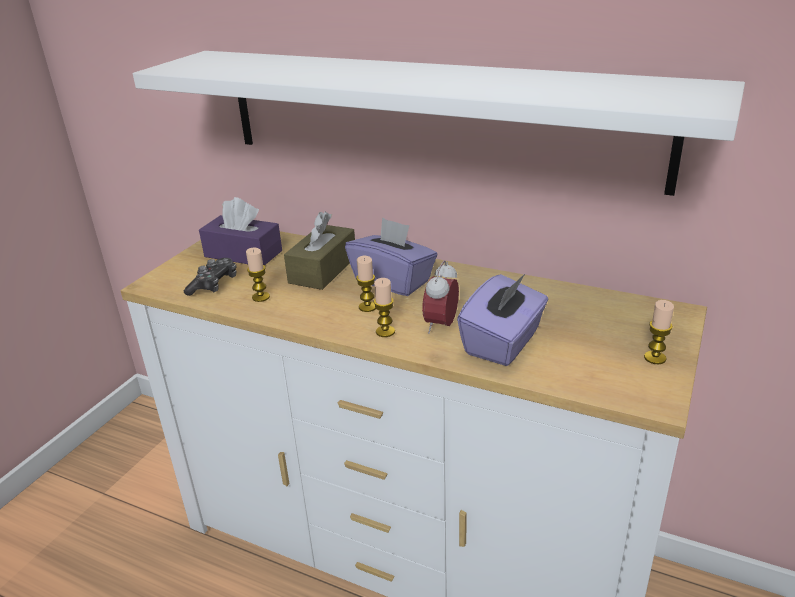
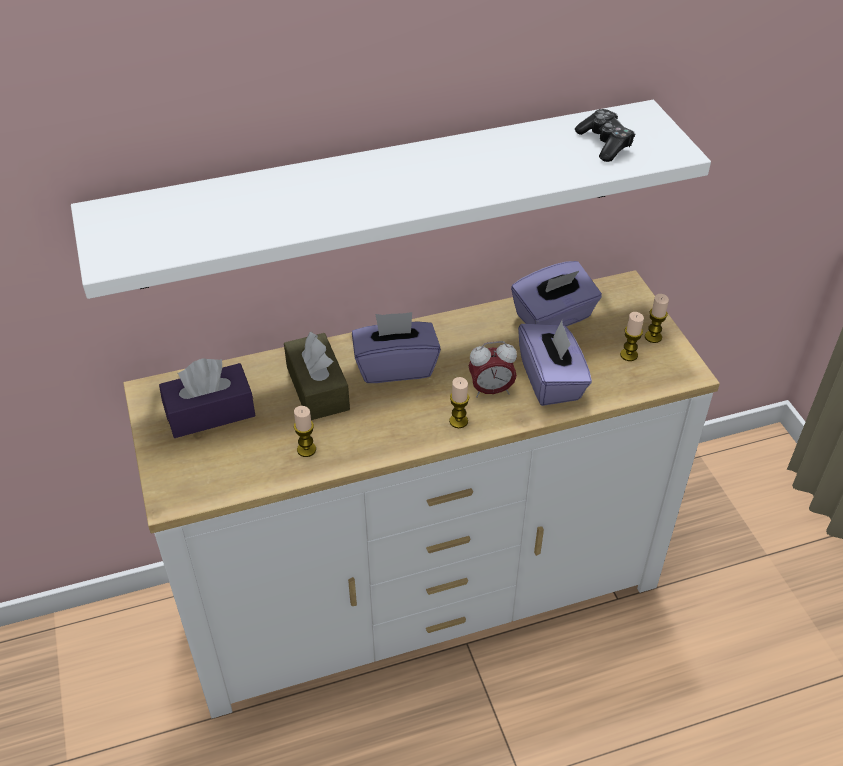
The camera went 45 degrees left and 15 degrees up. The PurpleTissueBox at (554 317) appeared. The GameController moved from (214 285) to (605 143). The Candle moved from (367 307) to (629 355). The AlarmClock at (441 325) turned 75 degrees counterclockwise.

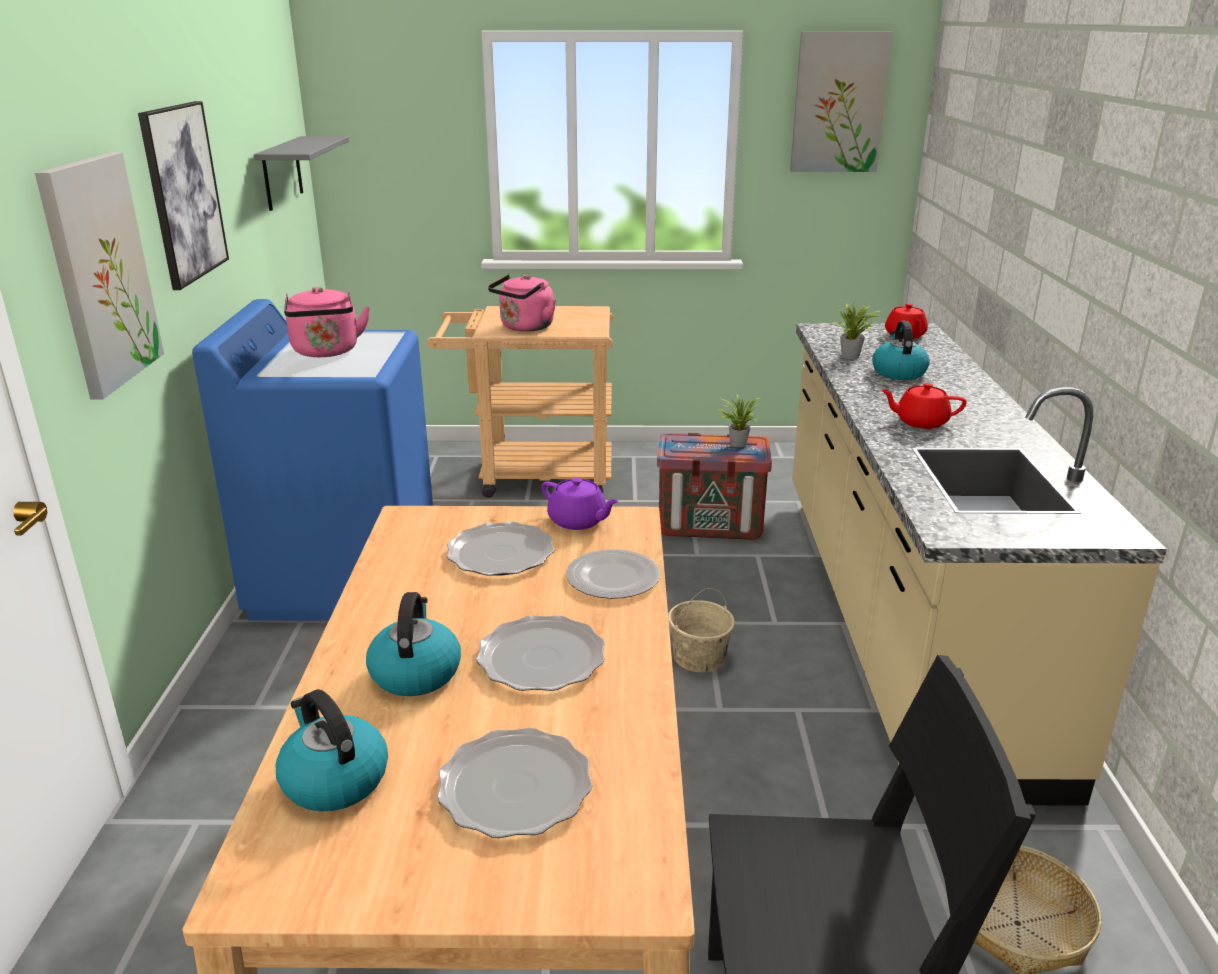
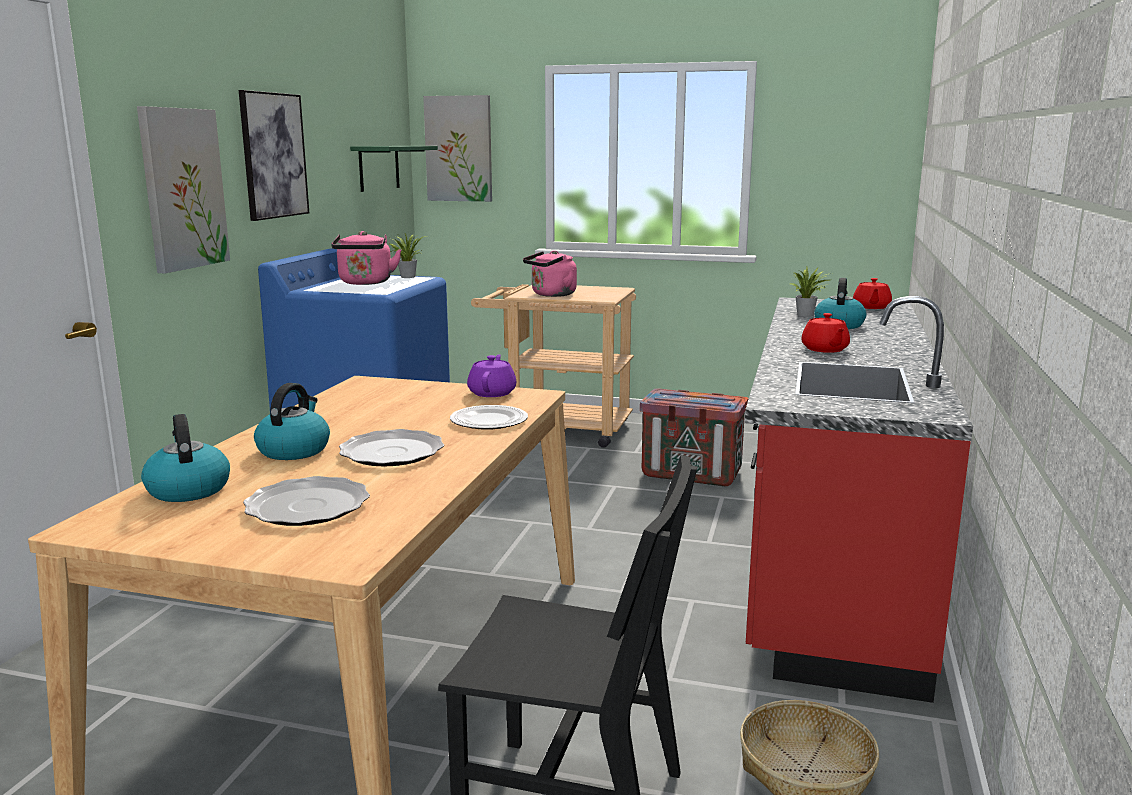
The camera went 15 degrees right and 10 degrees down. The Plate at (500 554) disappeared. The BeigeBucket at (699 657) disappeared. The PottedPlant moved from (736 443) to (407 276). The Picture moved from (838 103) to (459 149). The GreyShelf at (282 173) became the GreenShelf at (379 167). The BeigeCounter at (899 616) became the RedCounter at (829 551). The PurpleTeapot at (578 521) turned 135 degrees counterclockwise. The RedTeapot at (920 422) turned 120 degrees counterclockwise.

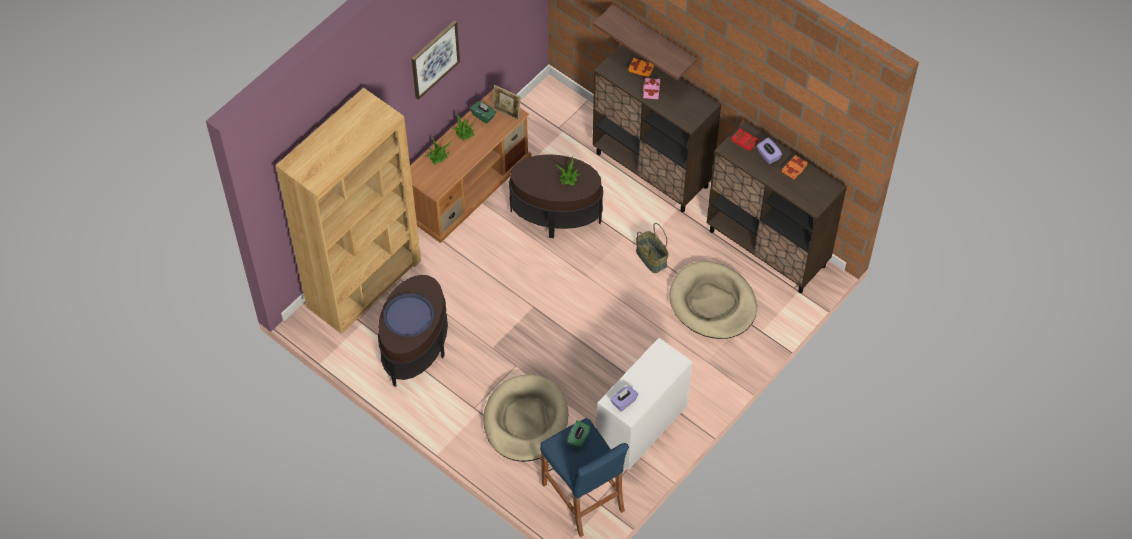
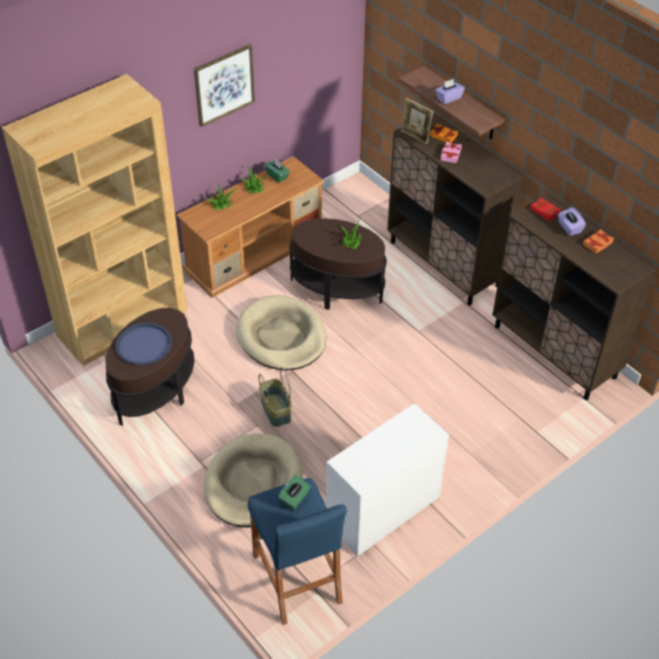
The camera went 10 degrees right and 10 degrees down. The PictureFrame moved from (506 113) to (415 137). The PurpleTissueBox moved from (623 402) to (448 98). The Basket moved from (652 258) to (276 410). The BeigeDogBed moved from (712 303) to (281 336).

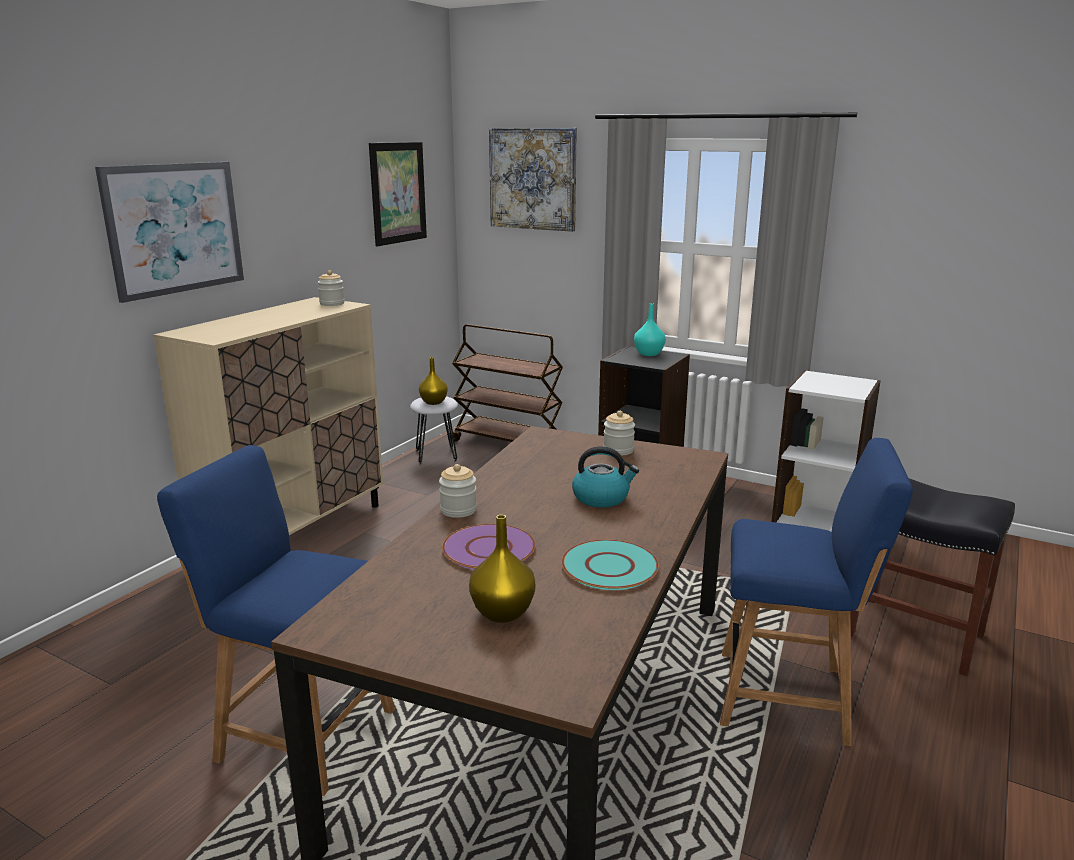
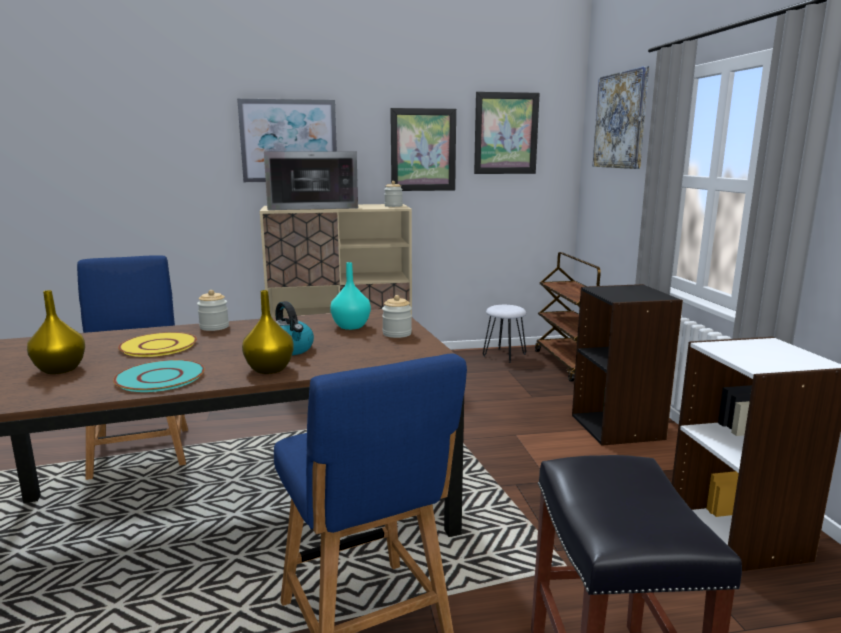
The camera went 50 degrees right and 5 degrees down. The Microwave at (312 207) appeared. The Picture at (423 150) appeared. The YellowVase moved from (433 402) to (268 369). The TurquoiseVase moved from (649 354) to (352 326). The PurplePlate at (489 549) became the YellowPlate at (159 346).

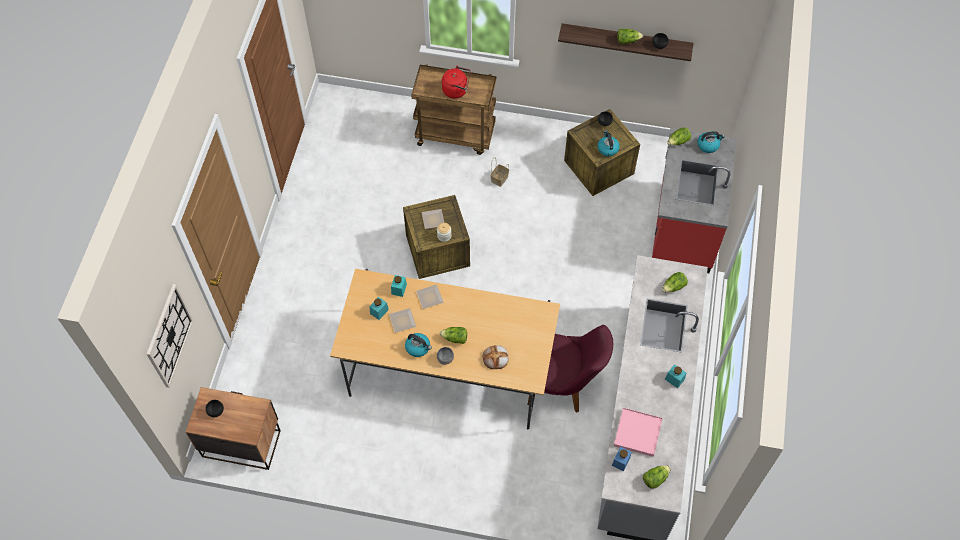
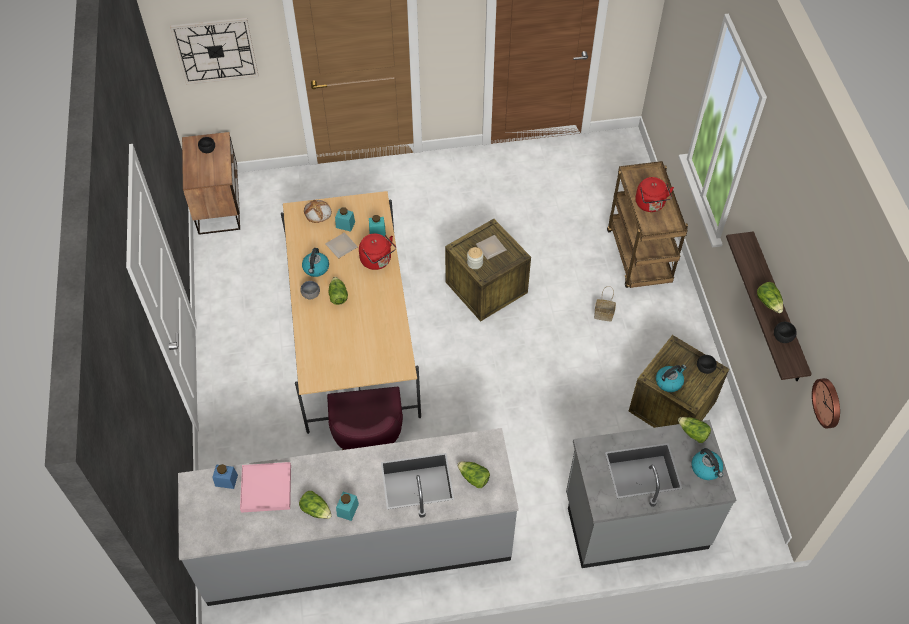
The camera went 70 degrees right and 5 degrees down. The WallClock at (828 402) appeared. The Bread moved from (496 358) to (317 213). The Lettuce moved from (655 478) to (316 509). The Plate at (430 298) was replaced by the RedKettle at (377 261). The RedCounter at (683 226) became the GreyCounter at (635 521).

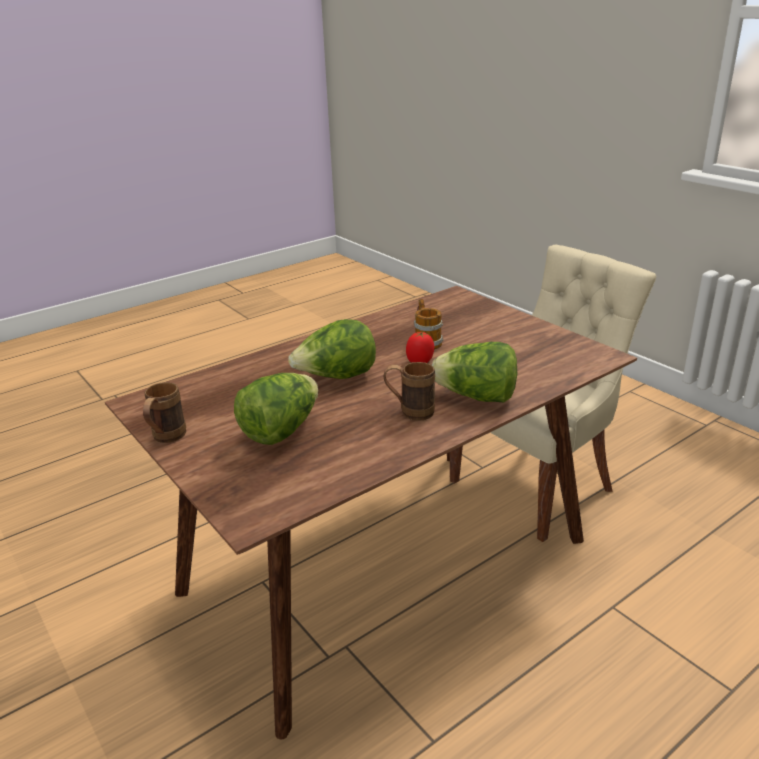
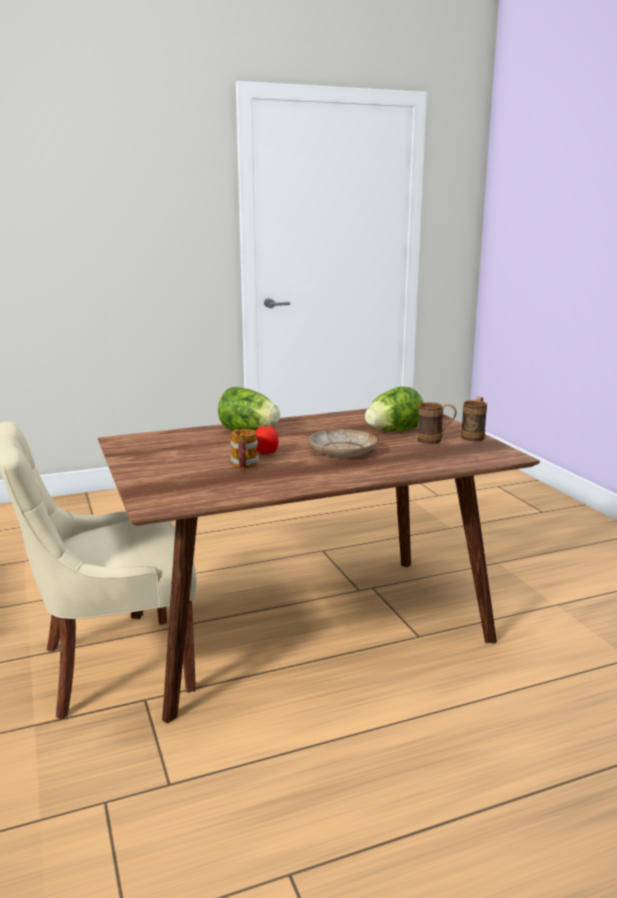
The camera went 165 degrees left and 10 degrees down. The BrownMug moved from (409 412) to (435 441). The Lettuce at (337 378) was replaced by the BeigePlate at (342 451).

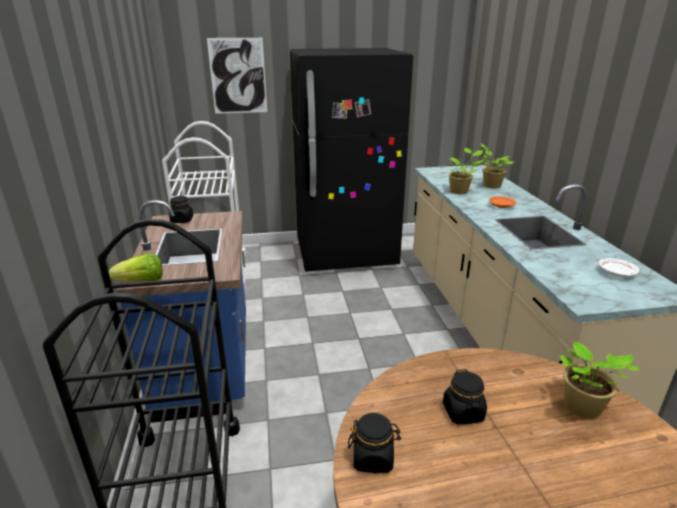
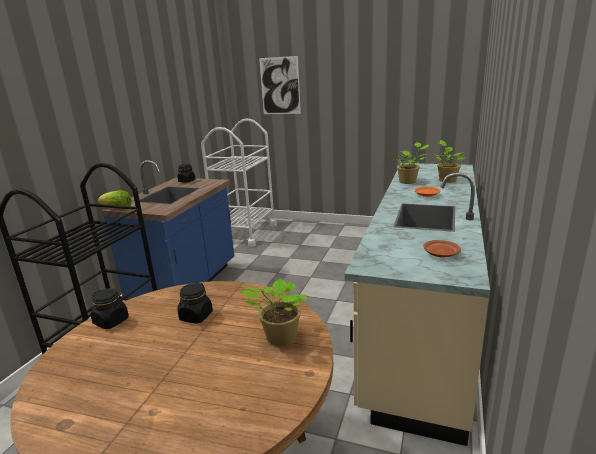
The camera went 30 degrees right and 5 degrees down. The BlackFridge at (346 255) disappeared. The WhitePlate at (616 273) became the BrownPlate at (440 254).

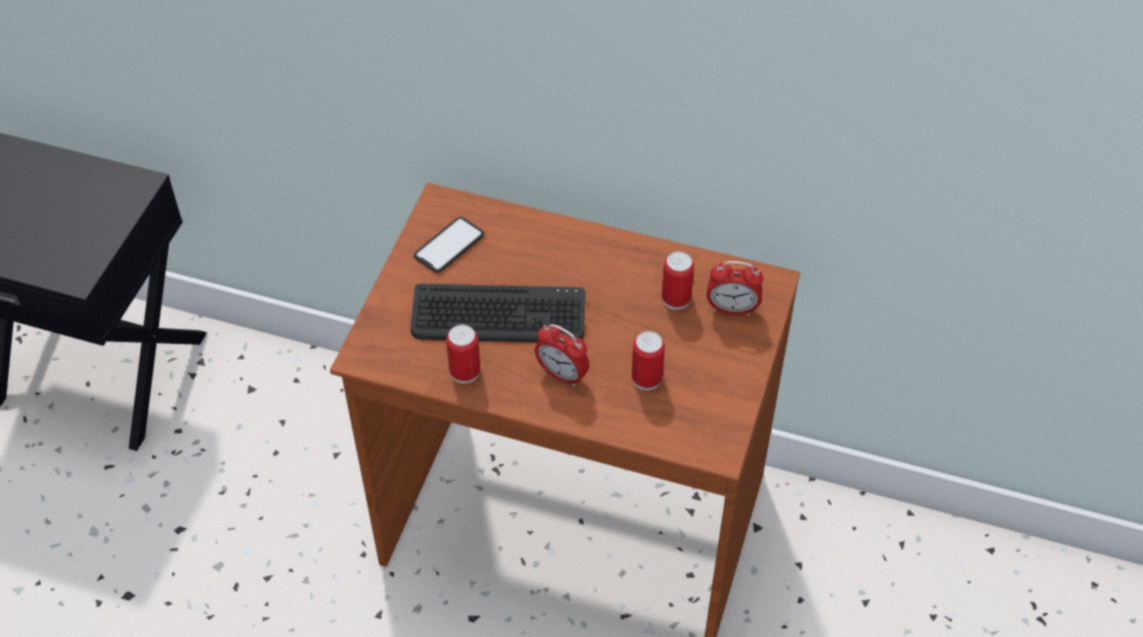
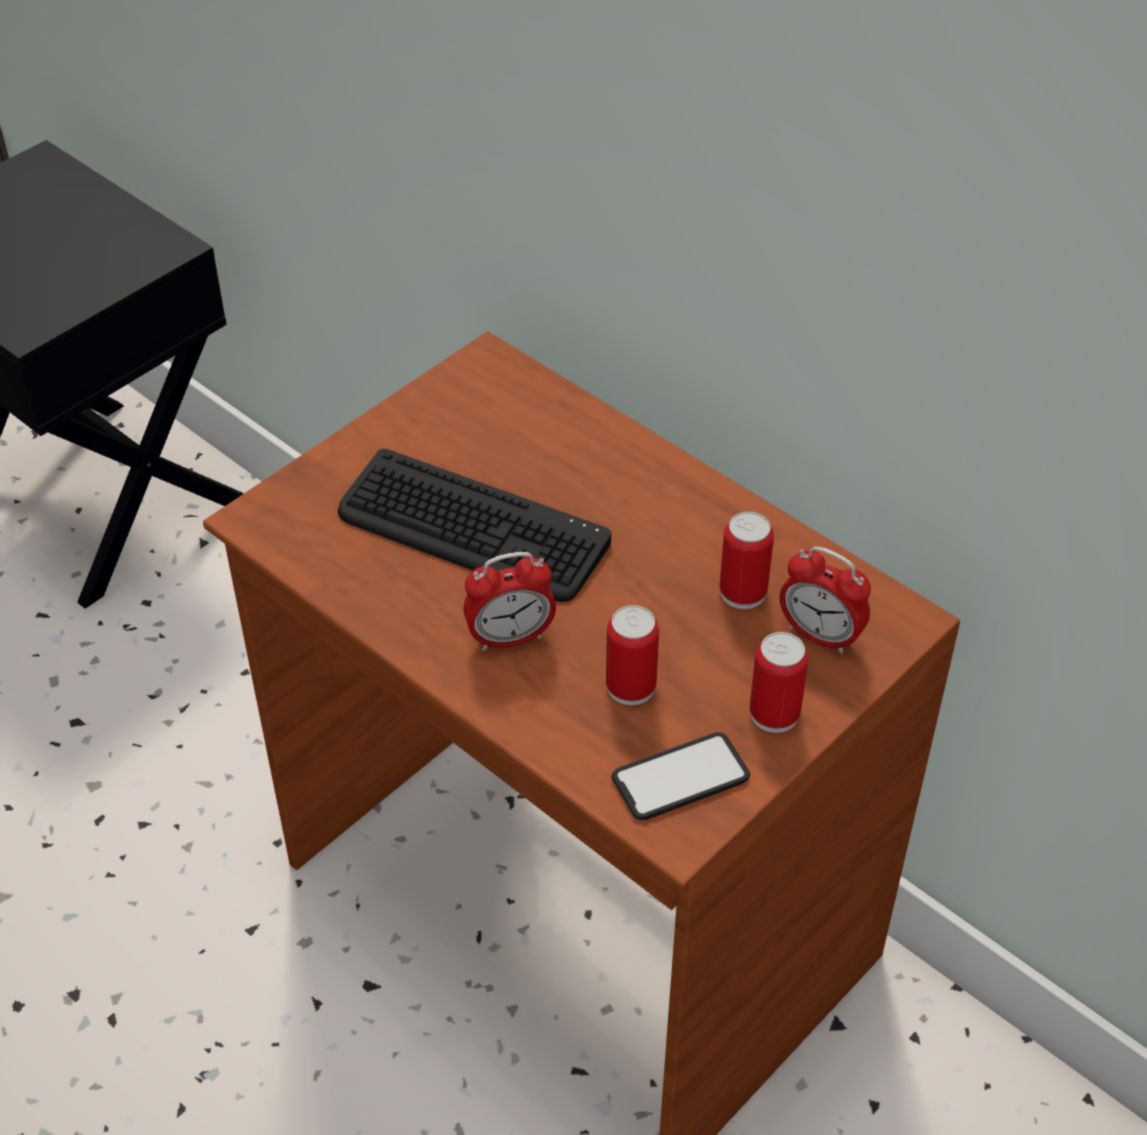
The camera went 25 degrees right and 5 degrees down. The Phone moved from (449 245) to (680 777). The Can moved from (465 371) to (774 714). The AlarmClock at (562 375) turned 75 degrees counterclockwise.

